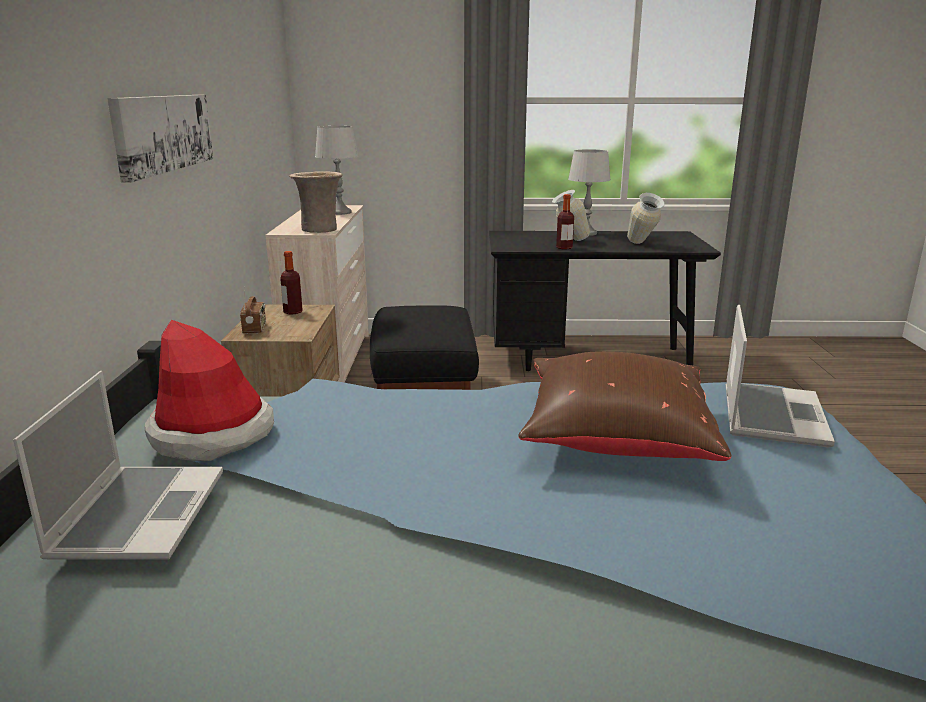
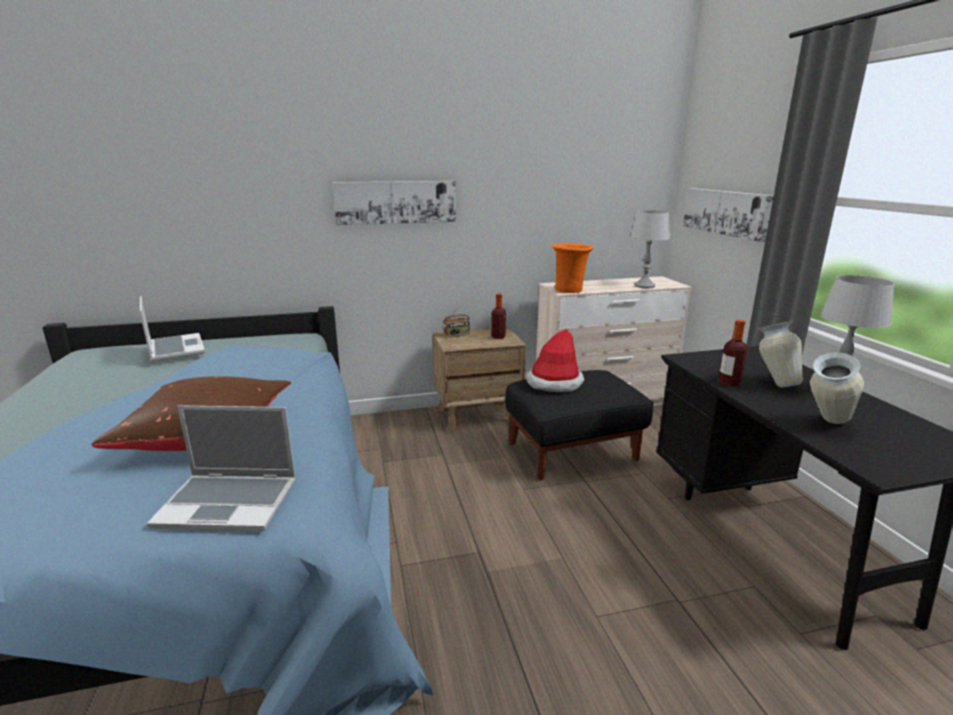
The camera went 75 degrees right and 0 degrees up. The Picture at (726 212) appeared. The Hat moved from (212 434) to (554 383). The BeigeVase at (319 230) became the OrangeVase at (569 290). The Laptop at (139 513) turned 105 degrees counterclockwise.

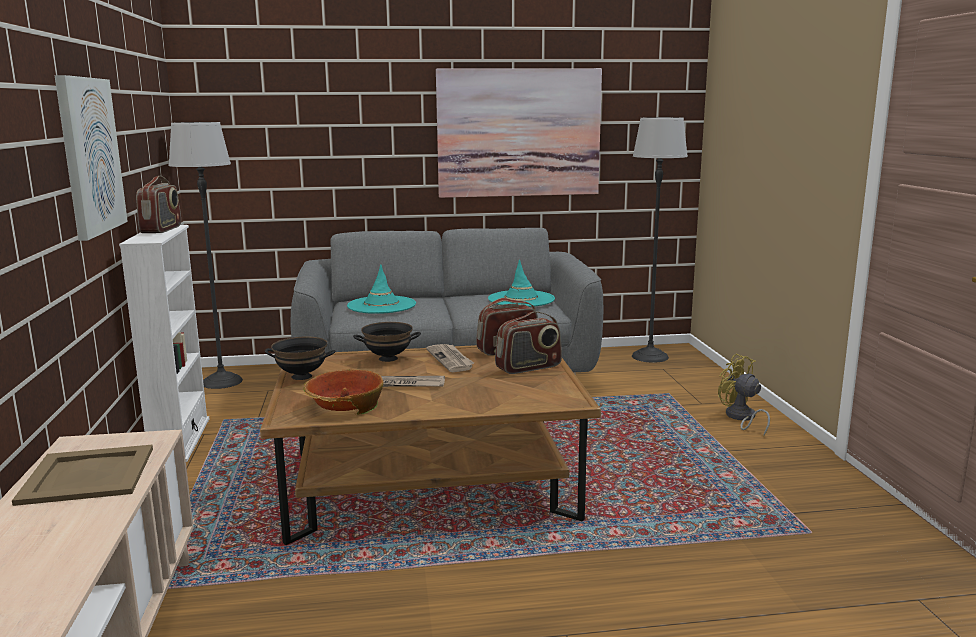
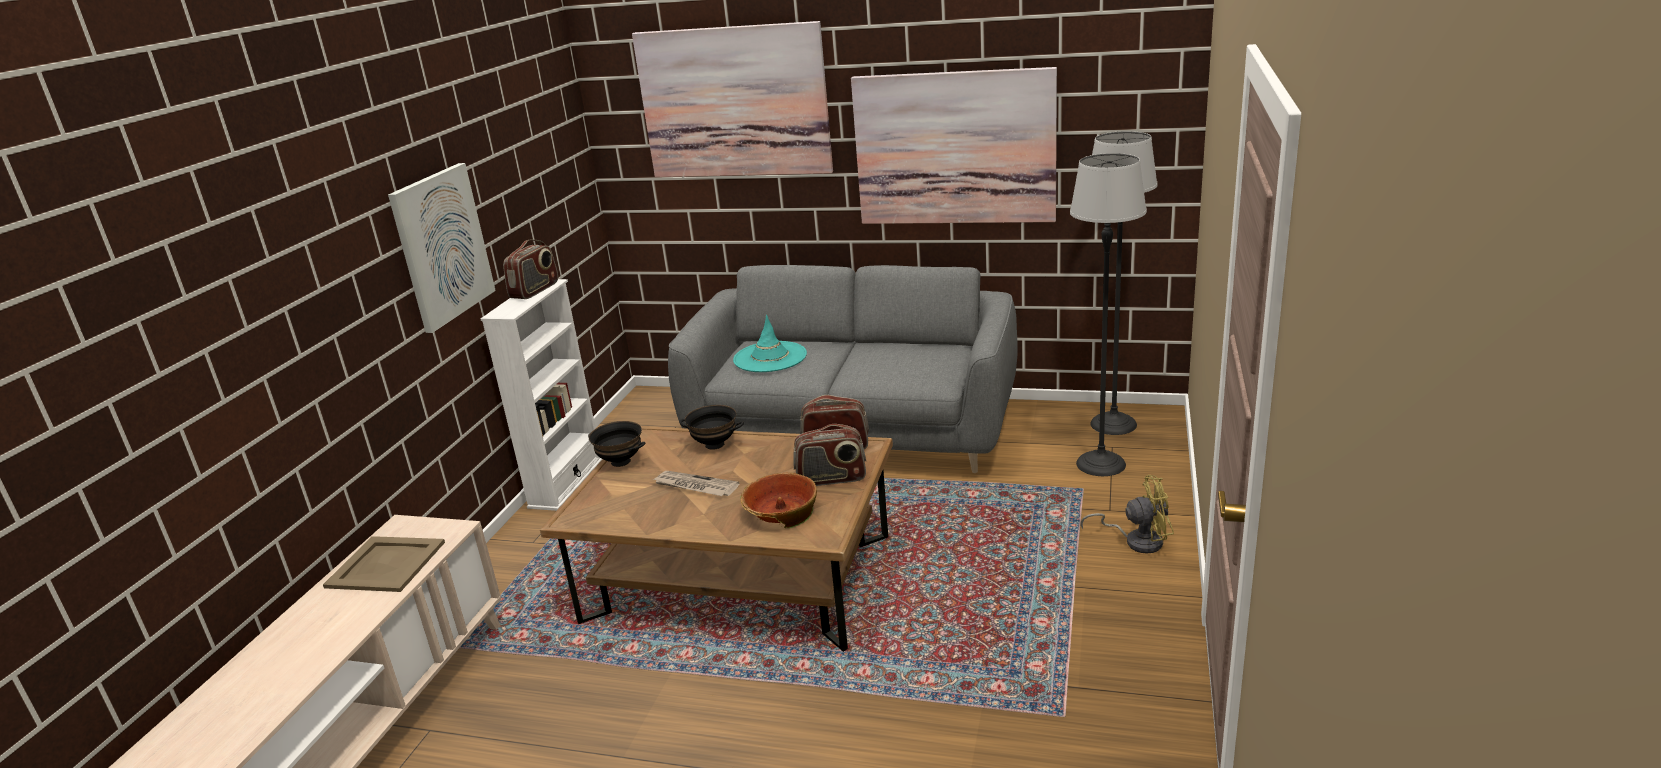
The camera went 25 degrees right and 10 degrees up. The Newspaper at (451 360) disappeared. The TurquoiseHat at (521 299) disappeared. The Picture at (734 102) appeared. The FloorLamp moved from (221 382) to (1100 464). The Bowl moved from (345 405) to (781 512). The YellowFan at (741 418) turned 105 degrees clockwise.

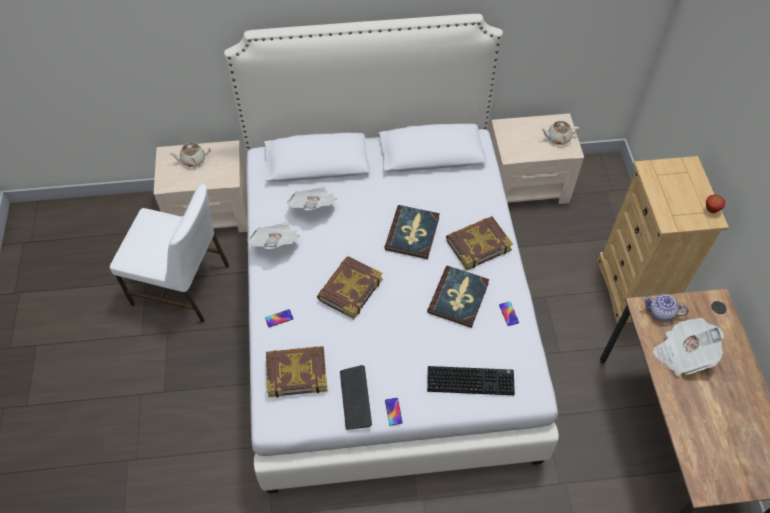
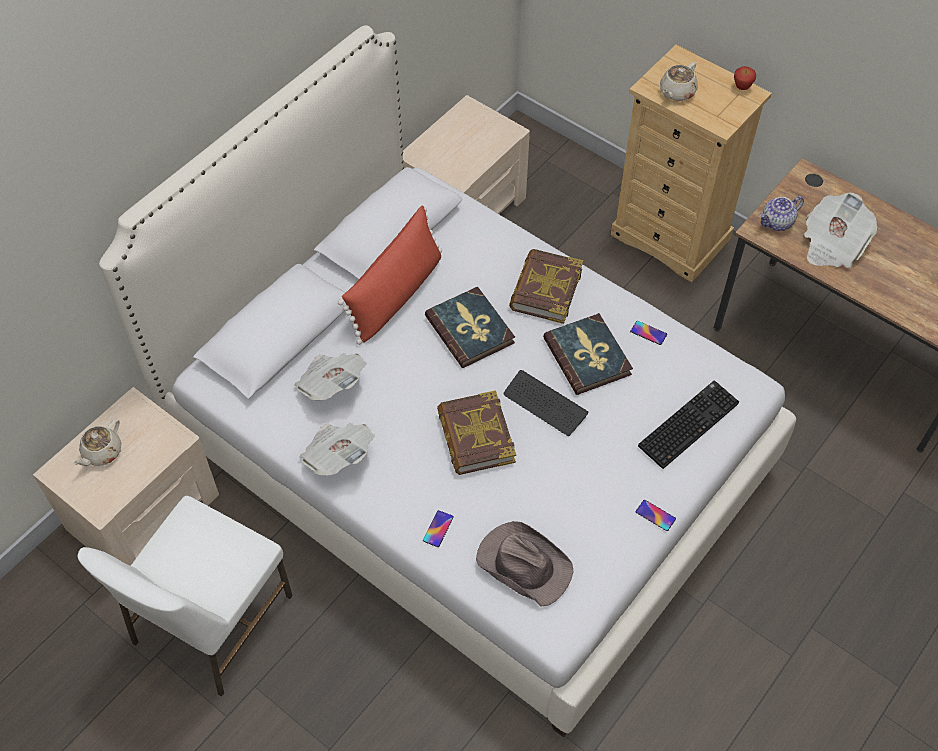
The camera went 45 degrees left and 0 degrees up. The RedPillow at (396 294) appeared. The Keyboard moved from (355 398) to (545 404). The BeigeTeapot moved from (558 138) to (676 92). The Book at (296 372) was replaced by the BrownHat at (523 564). The WhiteChair at (182 286) turned 150 degrees clockwise.

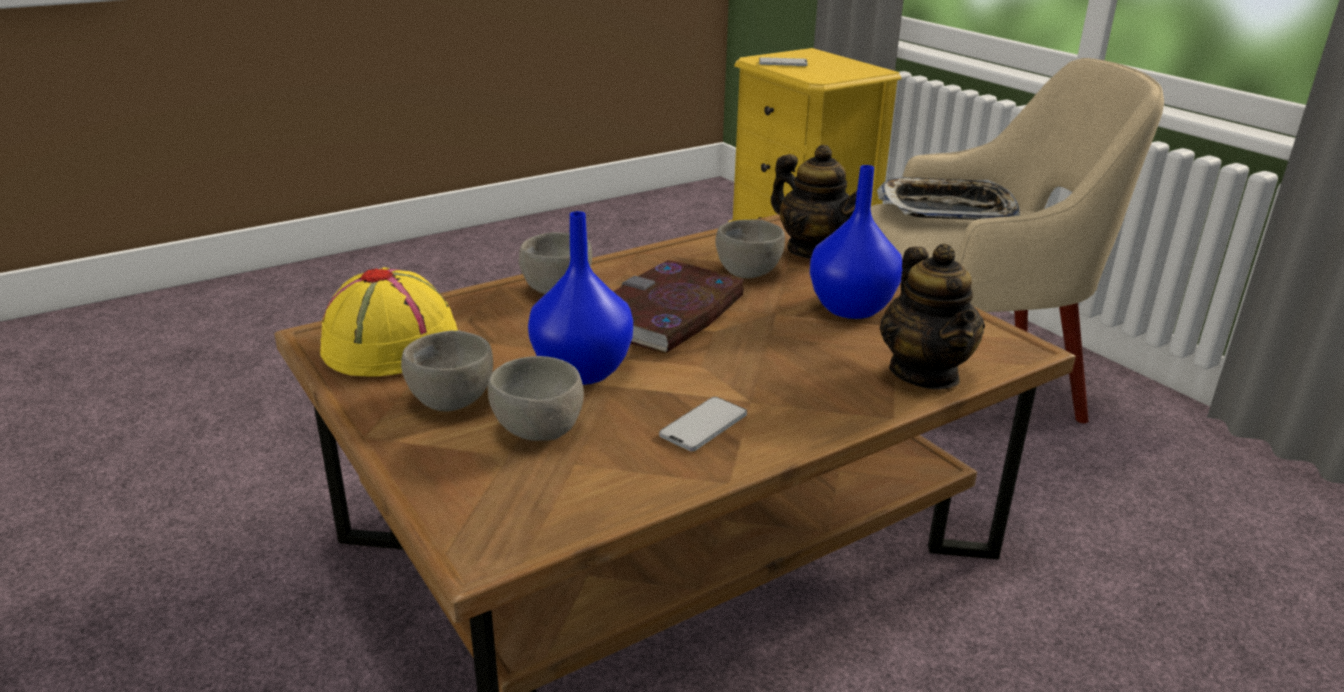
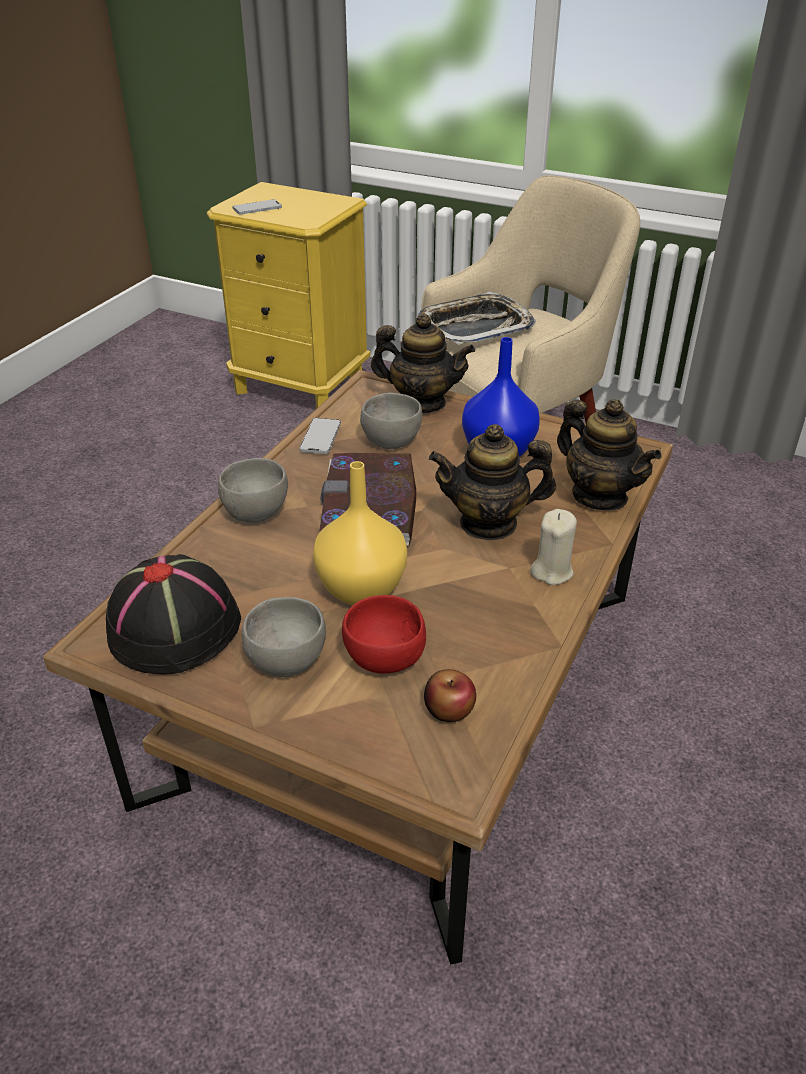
The camera went 30 degrees left and 10 degrees up. The Apple at (449 709) appeared. The Teapot at (489 523) appeared. The BeigeCandle at (551 571) appeared. The Phone moved from (703 425) to (320 437). The YellowHat at (391 345) became the BlackHat at (175 626). The GreyBowl at (537 431) became the RedBowl at (386 661). The BlueVase at (581 372) became the YellowVase at (362 590).

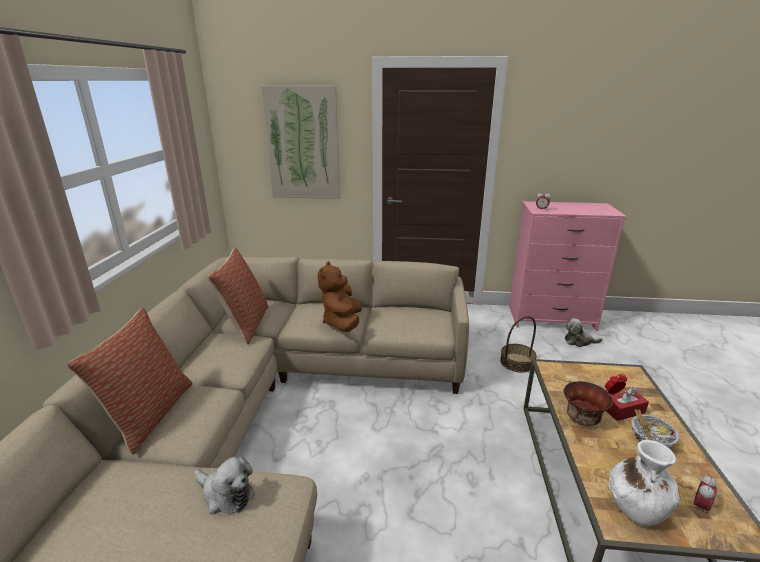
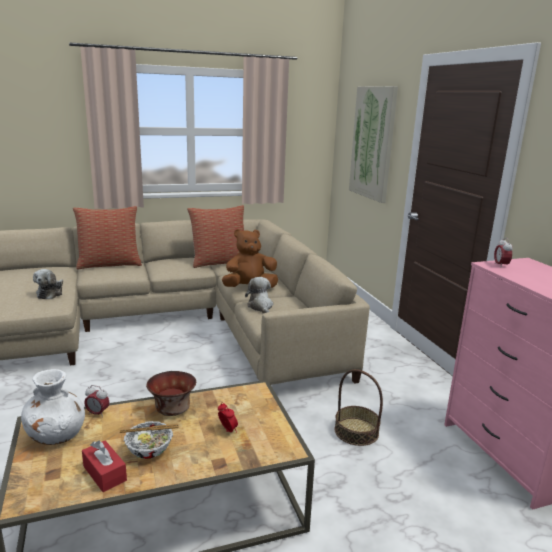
The camera went 65 degrees right and 5 degrees down. The PlushToy moved from (579 341) to (260 307). The RedTissueBox moved from (623 411) to (104 473). The AlarmClock moved from (700 506) to (97 414).

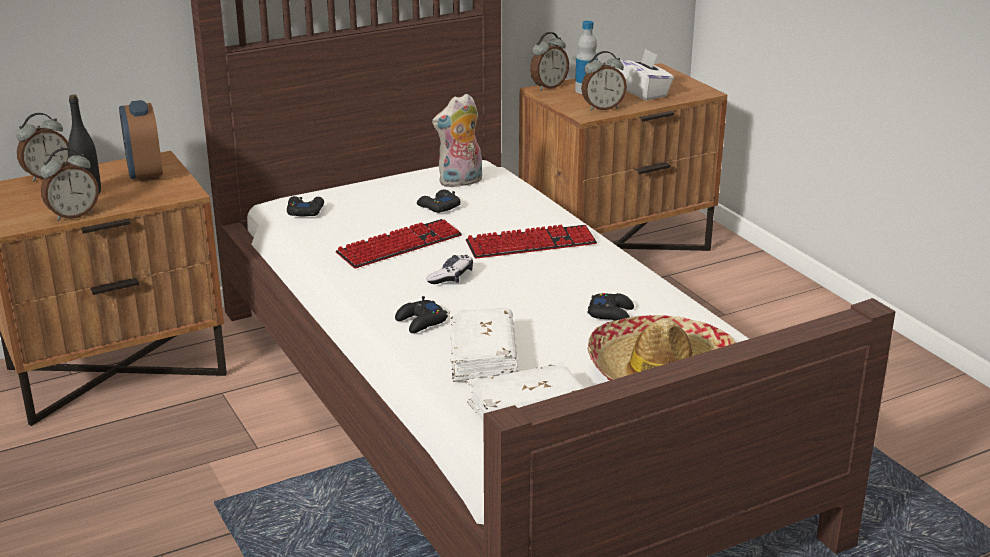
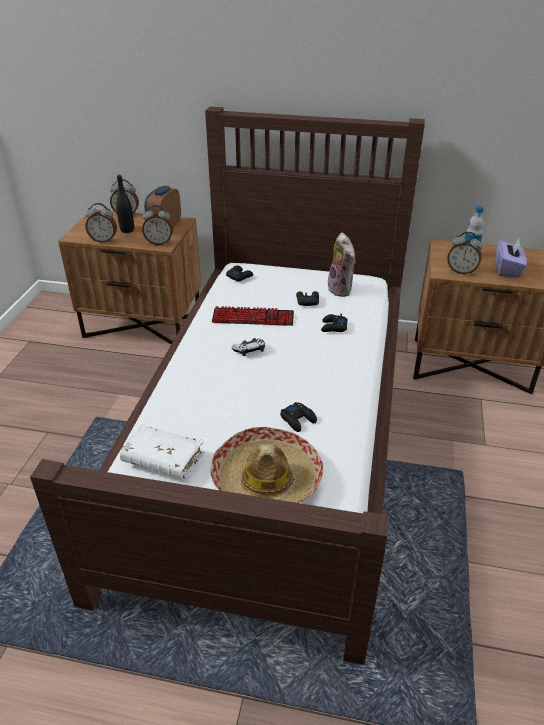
The camera went 40 degrees right and 10 degrees up. The WhiteBook at (482 355) disappeared. The Keyboard at (531 244) disappeared. The BlackGameController moved from (421 322) to (333 327). The AlarmClock moved from (548 87) to (159 242). The WhiteTissueBox at (644 92) became the PurpleTissueBox at (507 269). The PlushToy at (460 182) turned 120 degrees counterclockwise.

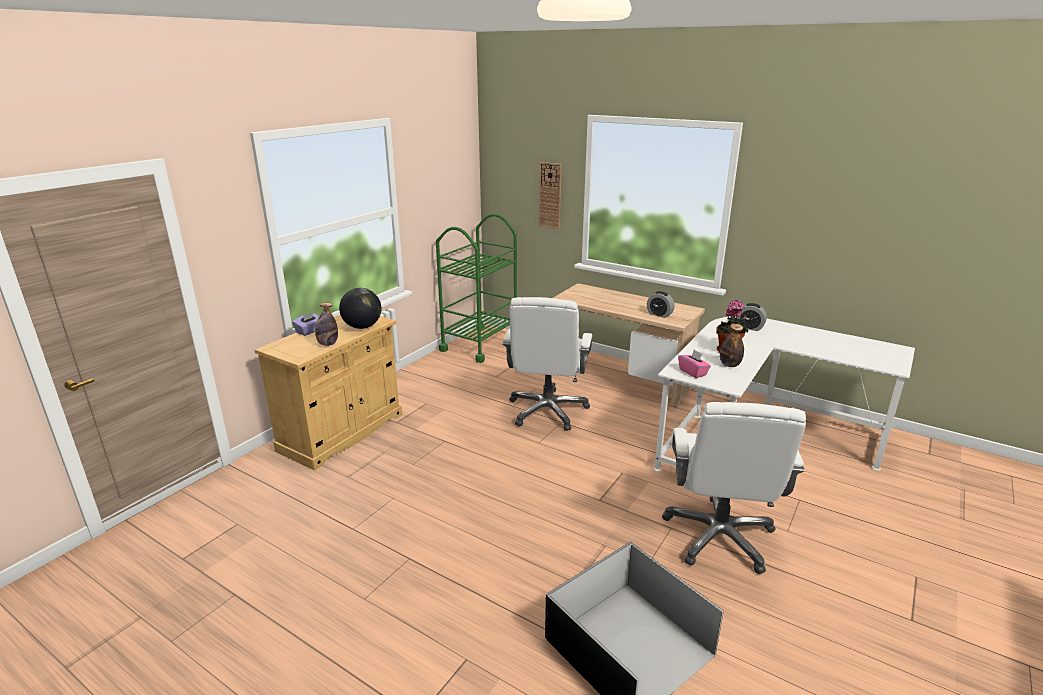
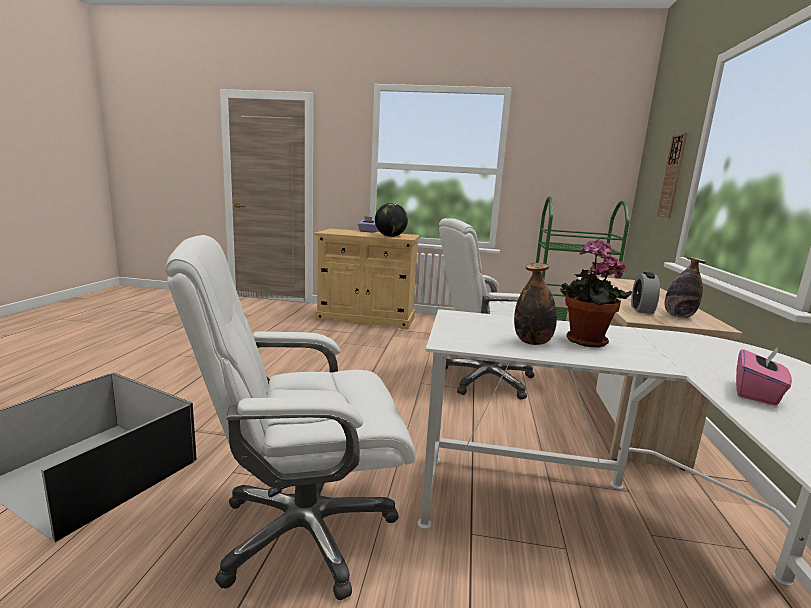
The camera went 65 degrees right and 10 degrees down. The AlarmClock at (749 328) disappeared. The Bottle moved from (328 344) to (678 316). The PinkTissueBox moved from (693 372) to (756 393).

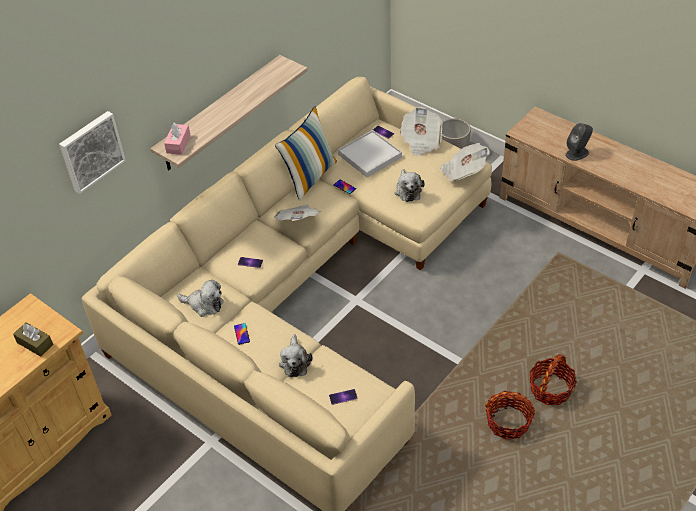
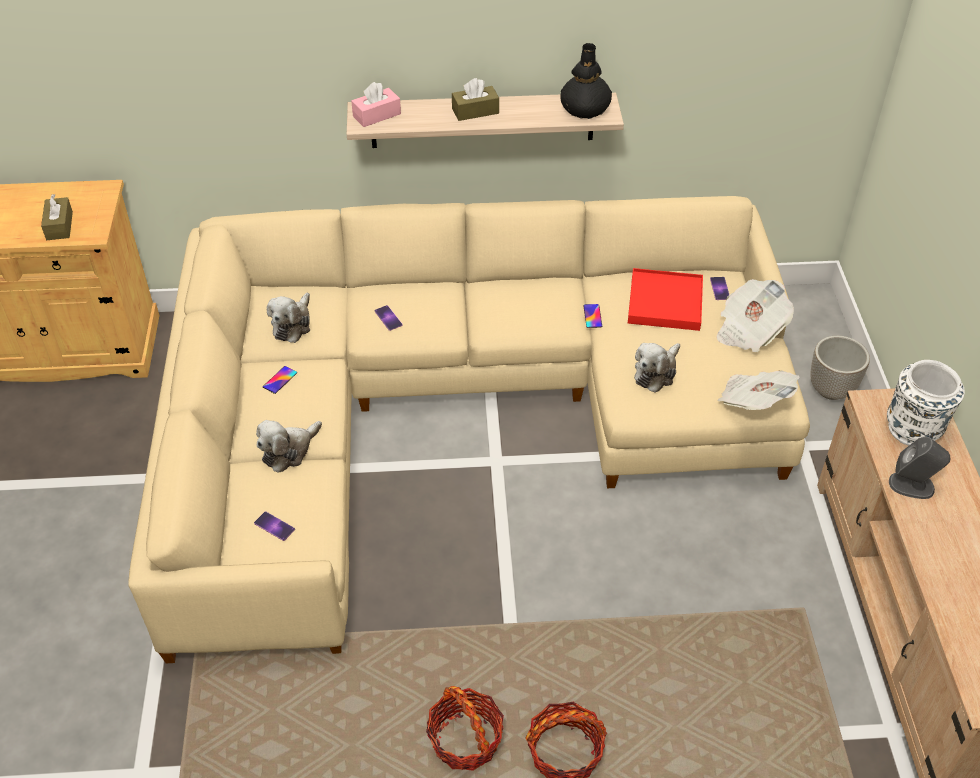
The camera went 45 degrees right and 0 degrees up. The Picture at (91 151) disappeared. The Newspaper at (298 221) disappeared. The Pillow at (309 177) disappeared. The BrownTissueBox at (475 111) appeared. The BlackVase at (585 109) appeared. The WhiteVase at (913 430) appeared. The WhiteTray at (370 156) became the RedTray at (665 303). The PlushToy at (204 304) turned 45 degrees clockwise.

